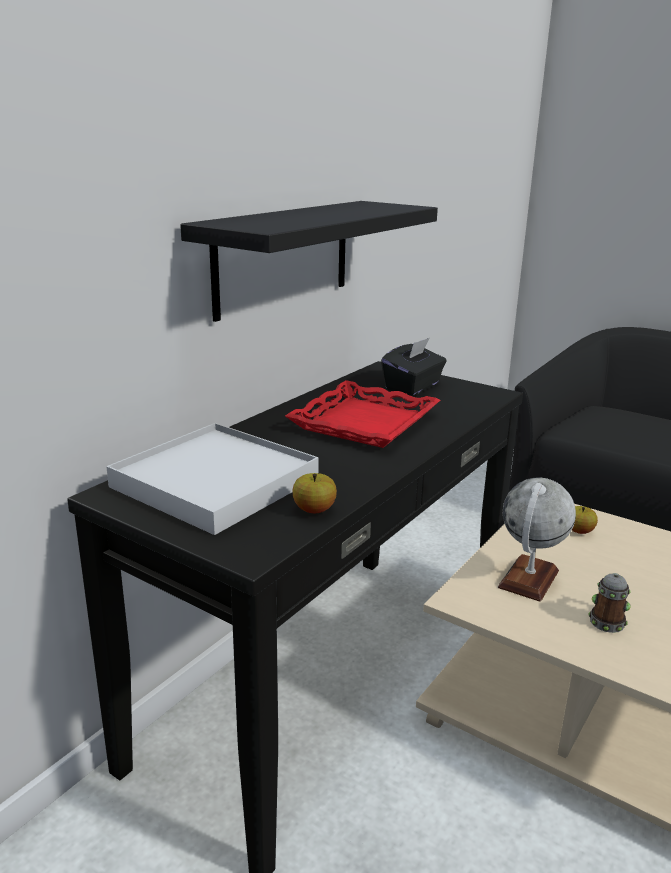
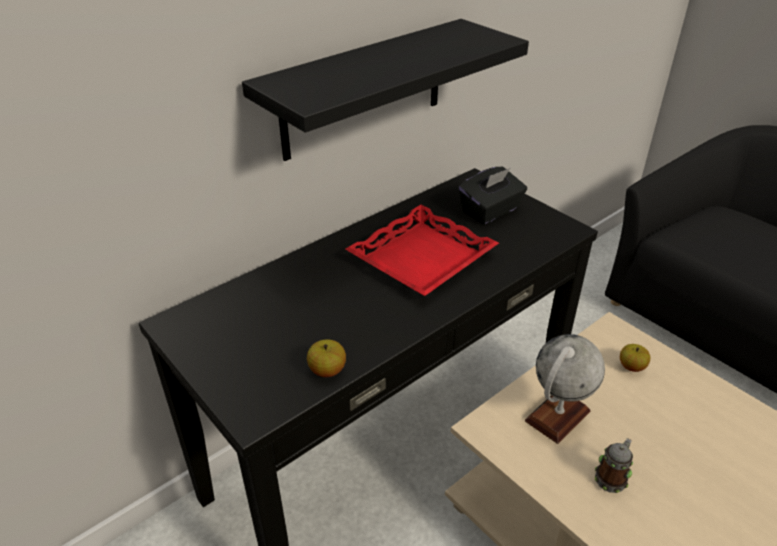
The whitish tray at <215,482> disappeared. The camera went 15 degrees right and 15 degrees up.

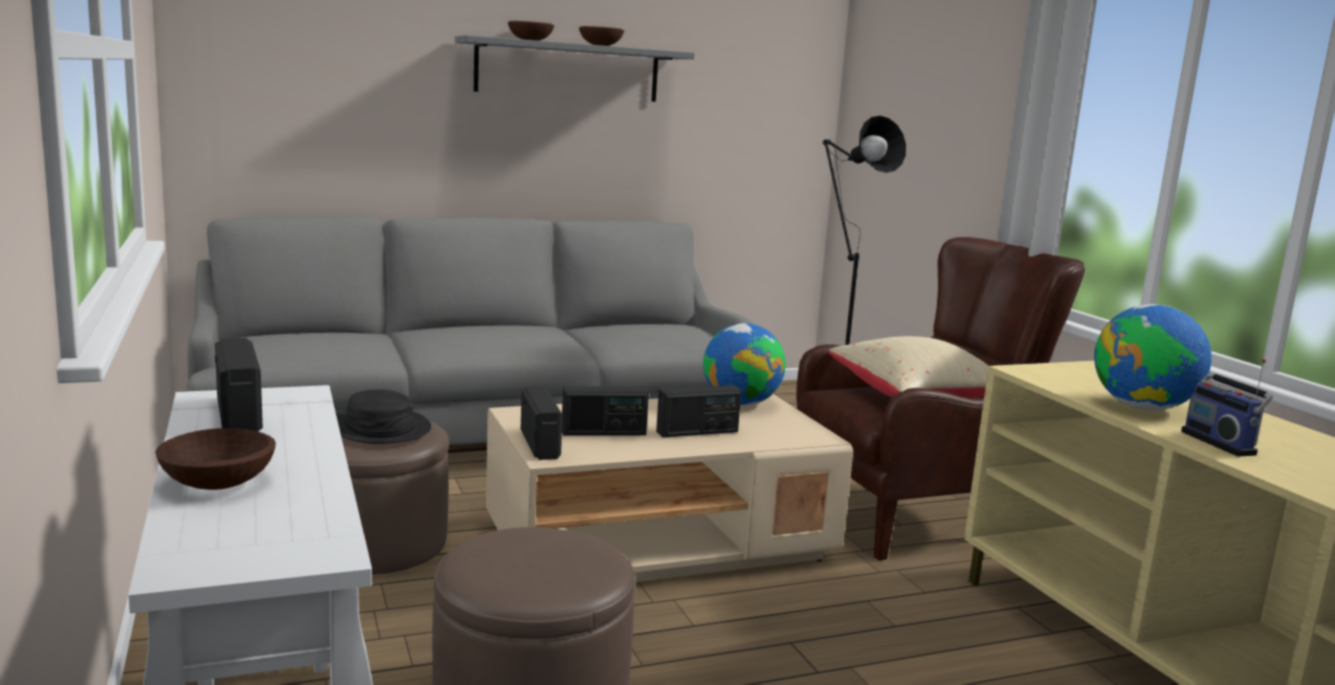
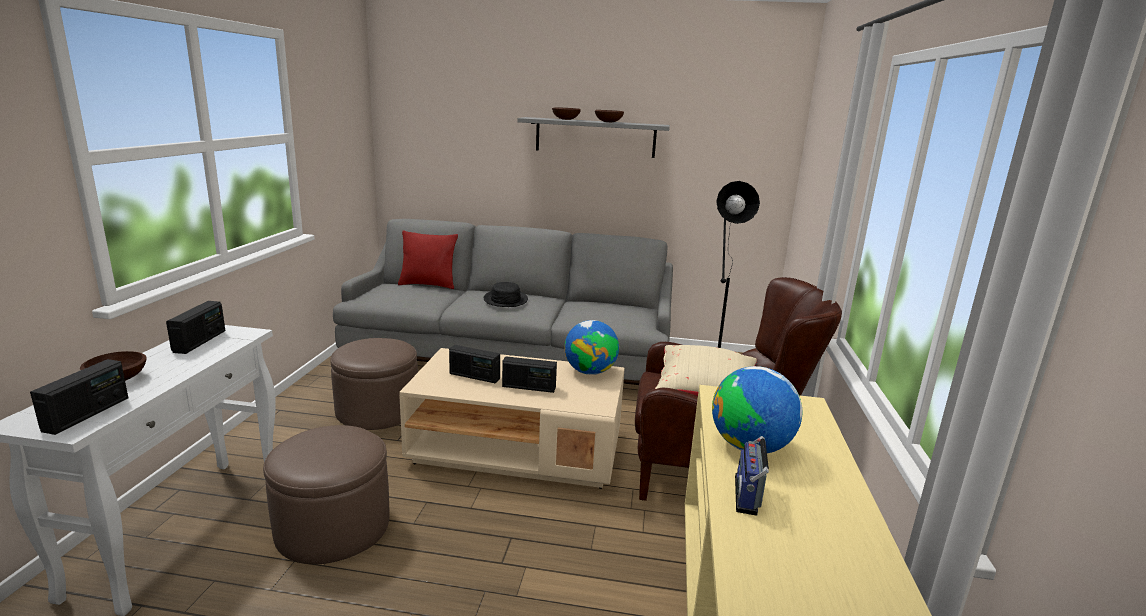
The blackish wearable hat moved from <379,428> to <505,300>. The radio receiver moved from <540,444> to <87,414>. The reddish pillow at <428,285> appeared. The camera went 30 degrees right and 5 degrees up.

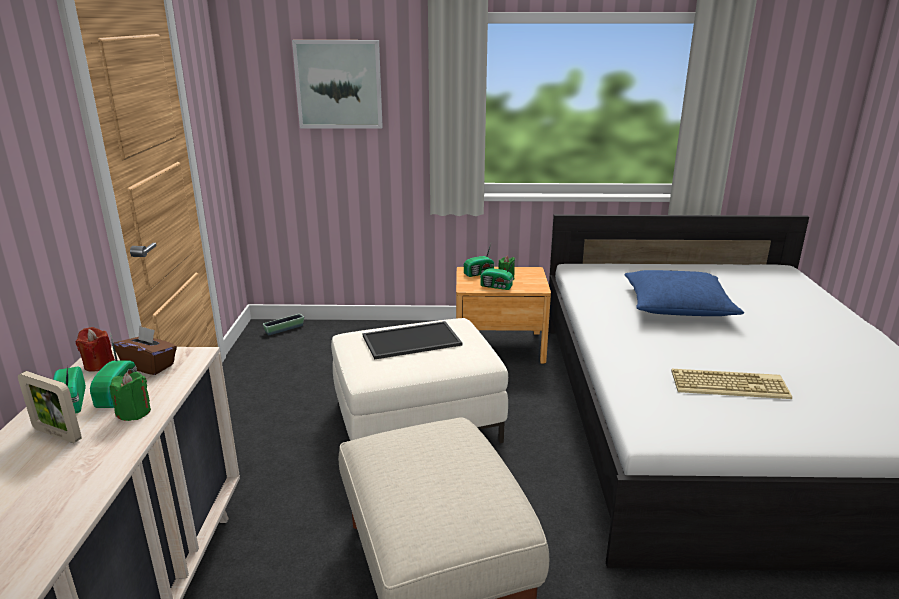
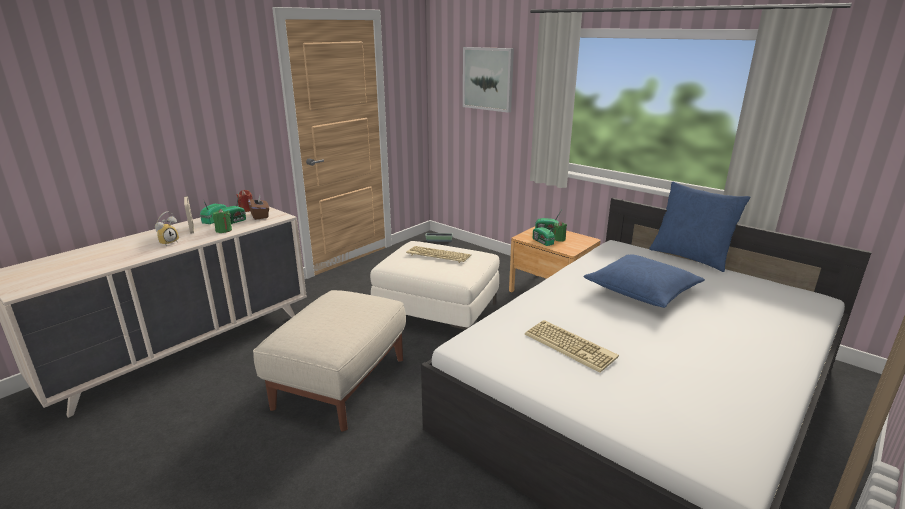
The tray at <411,341> was replaced by the PC keyboard at <437,255>. The alarm clock at <168,242> appeared. The bluish pillow at <690,257> appeared. The camera went 40 degrees right and 0 degrees up.

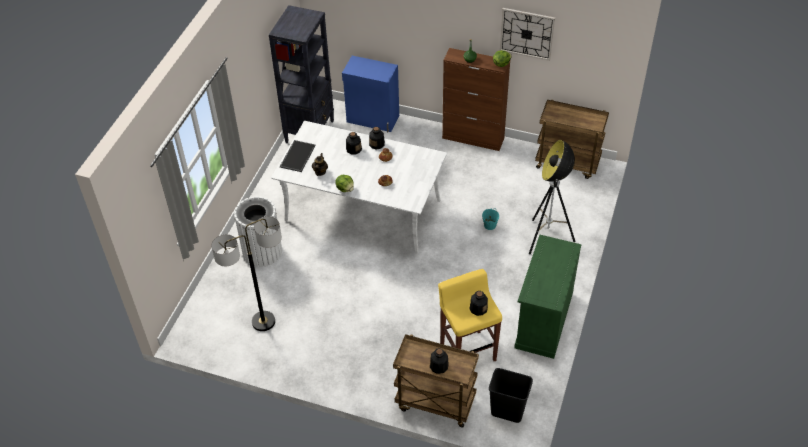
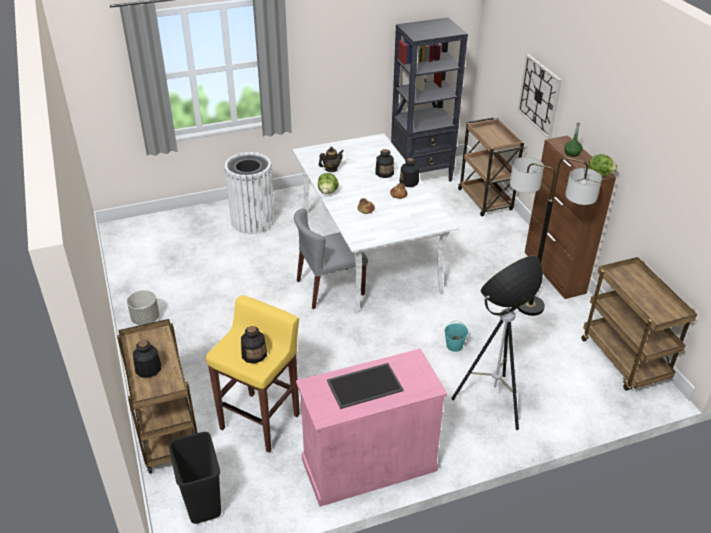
The floor lamp moved from <263,321> to <529,306>. The tray moved from <297,155> to <365,385>. The bluish cabinet at <373,119> was replaced by the brown wheeled cart at <485,200>. The wall clock moved from <527,33> to <539,96>. The greenish cabinet at <543,320> became the pink-coloured cabinet at <369,464>. The grey flower pot at <145,319> appeared. The grey upright chair at <329,288> appeared. The camera went 50 degrees right and 10 degrees down.

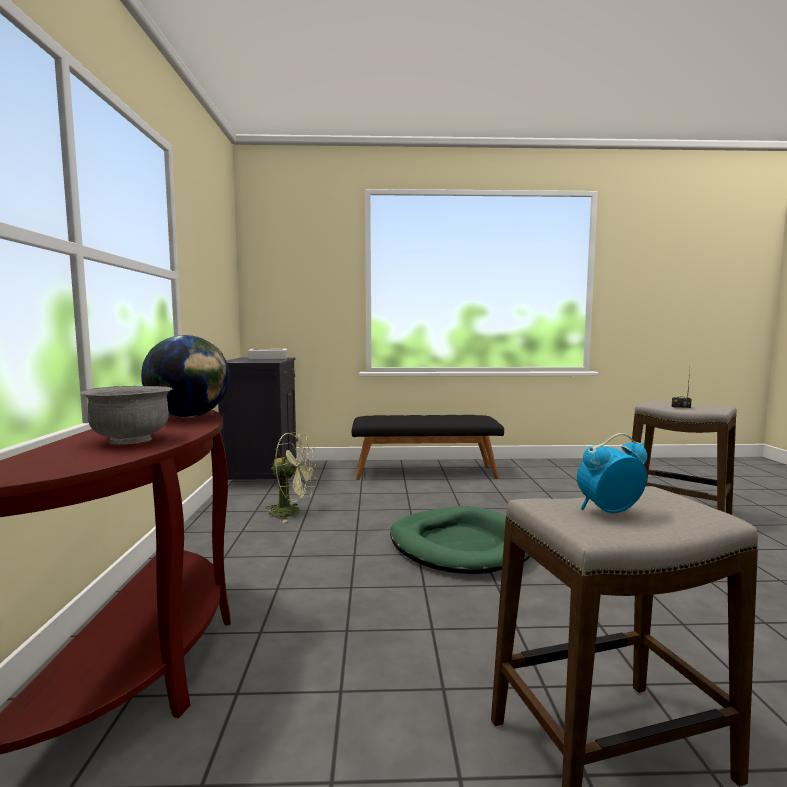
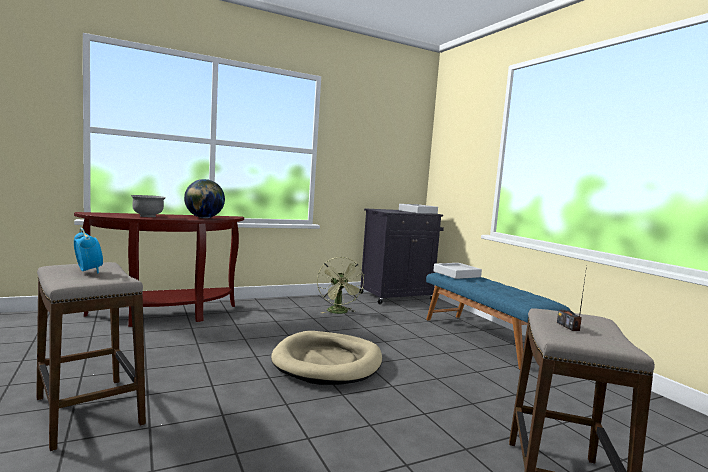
The blackish long seat at <425,472> became the bluish long seat at <485,338>. The greenish pet bed at <460,545> became the beige pet bed at <328,362>. The grey tray at <456,274> appeared. The camera went 65 degrees right and 0 degrees up.

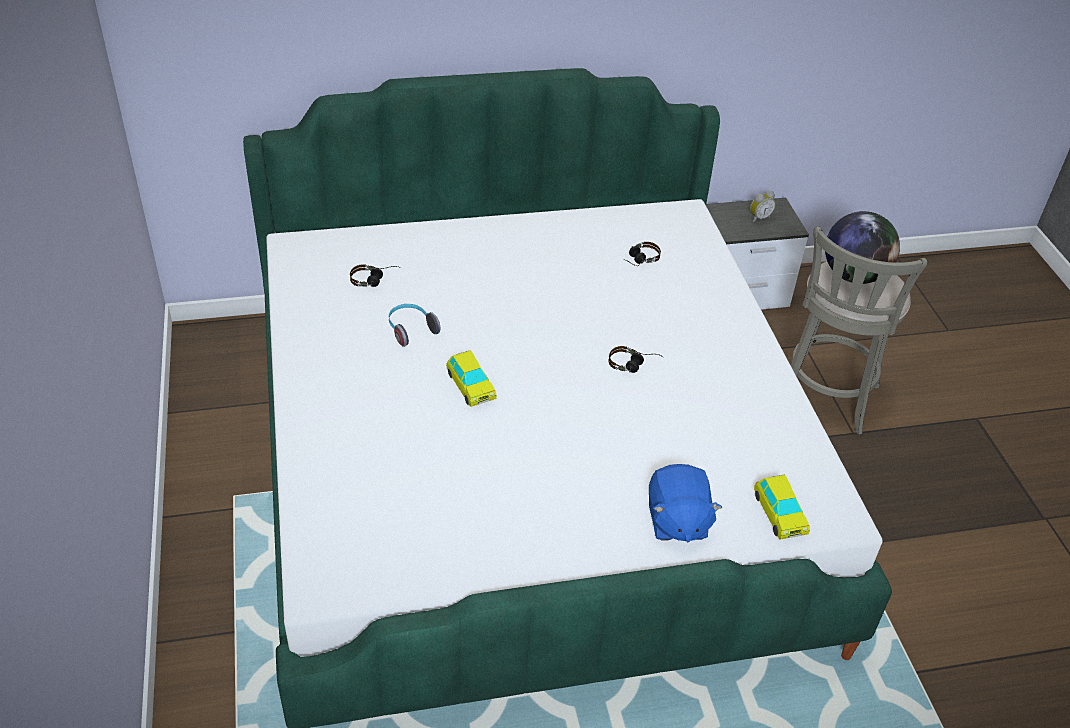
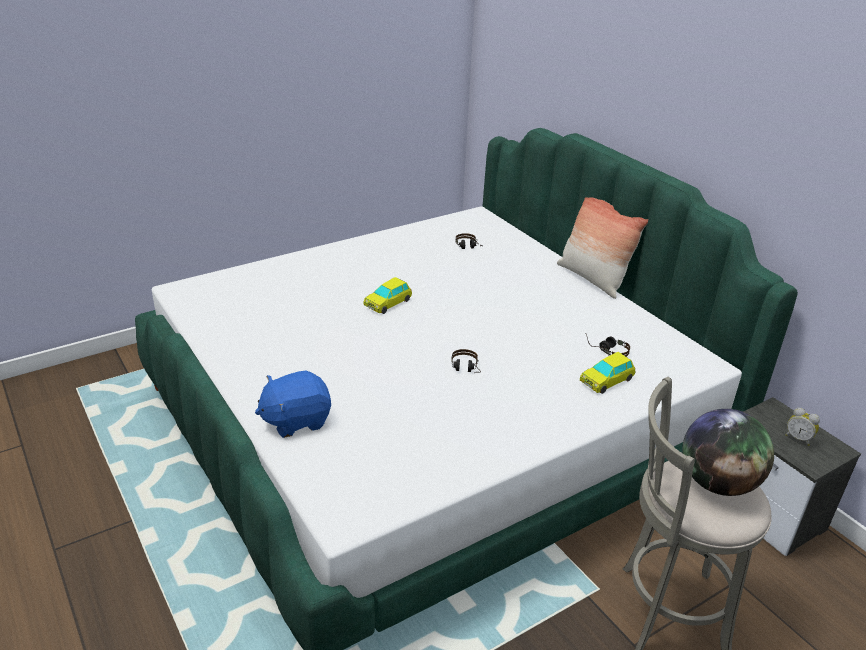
The headphones at <410,330> disappeared. The miniature car moved from <779,514> to <606,381>. The pillow at <592,279> appeared. The camera went 70 degrees right and 10 degrees down.

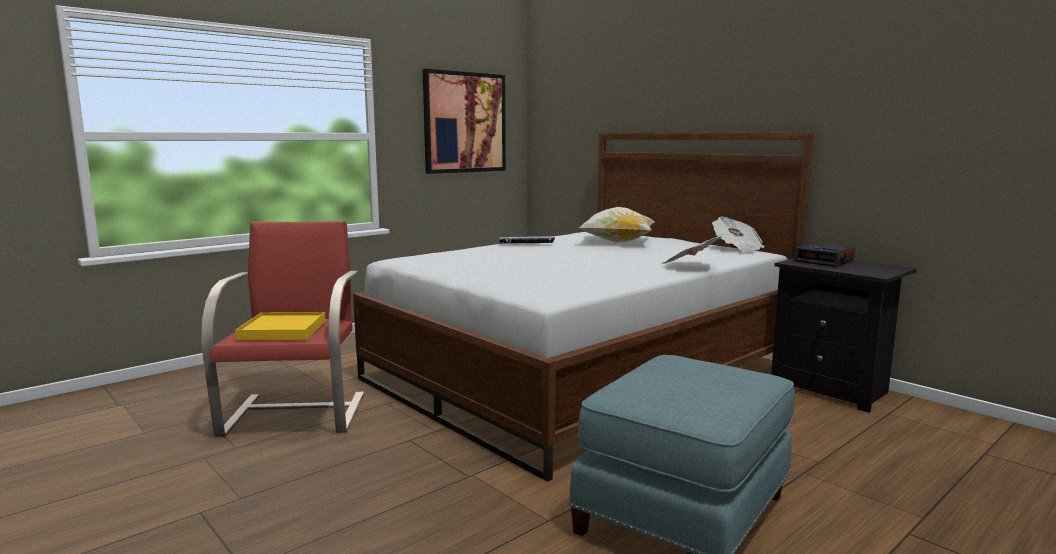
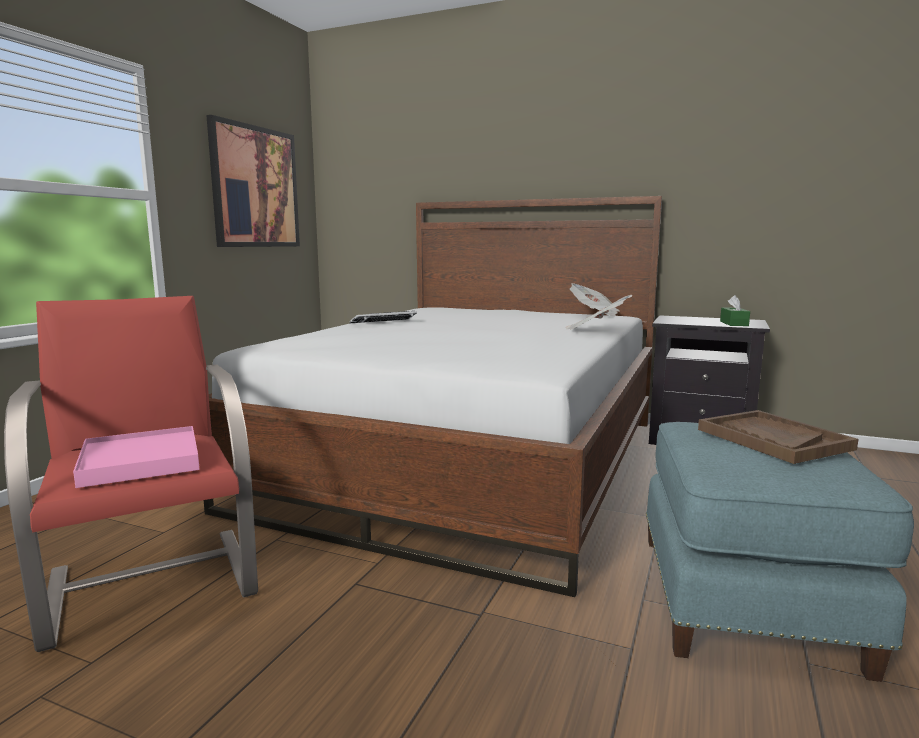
The yellow tray at <282,330> became the pink-coloured tray at <140,461>. The pillow at <617,242> disappeared. The alarm clock at <824,261> disappeared. The brown tray at <772,439> appeared. The greenish tissue box at <734,323> appeared. The camera went 25 degrees left and 0 degrees up.

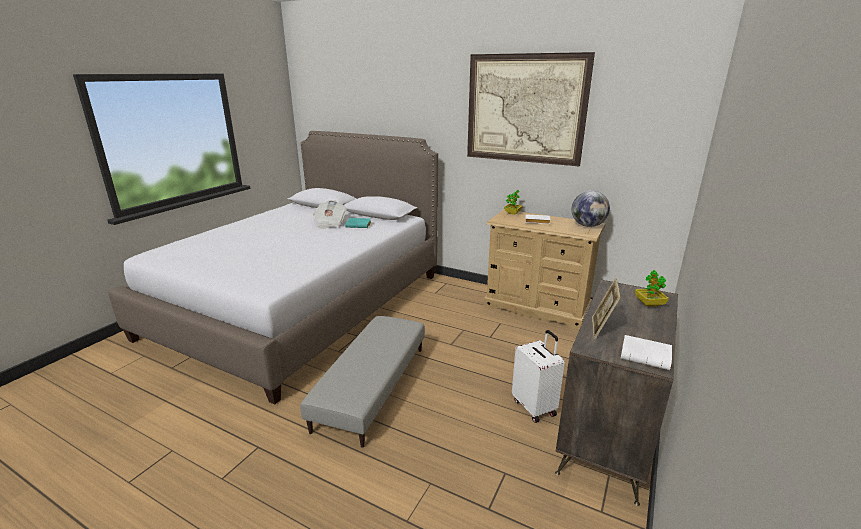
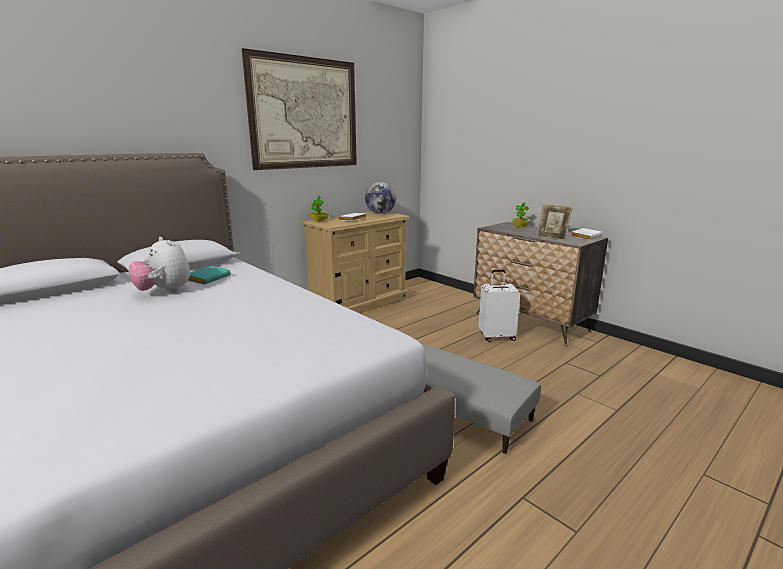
The daily paper at <329,223> was replaced by the plush toy at <164,291>. The camera went 70 degrees left and 5 degrees down.

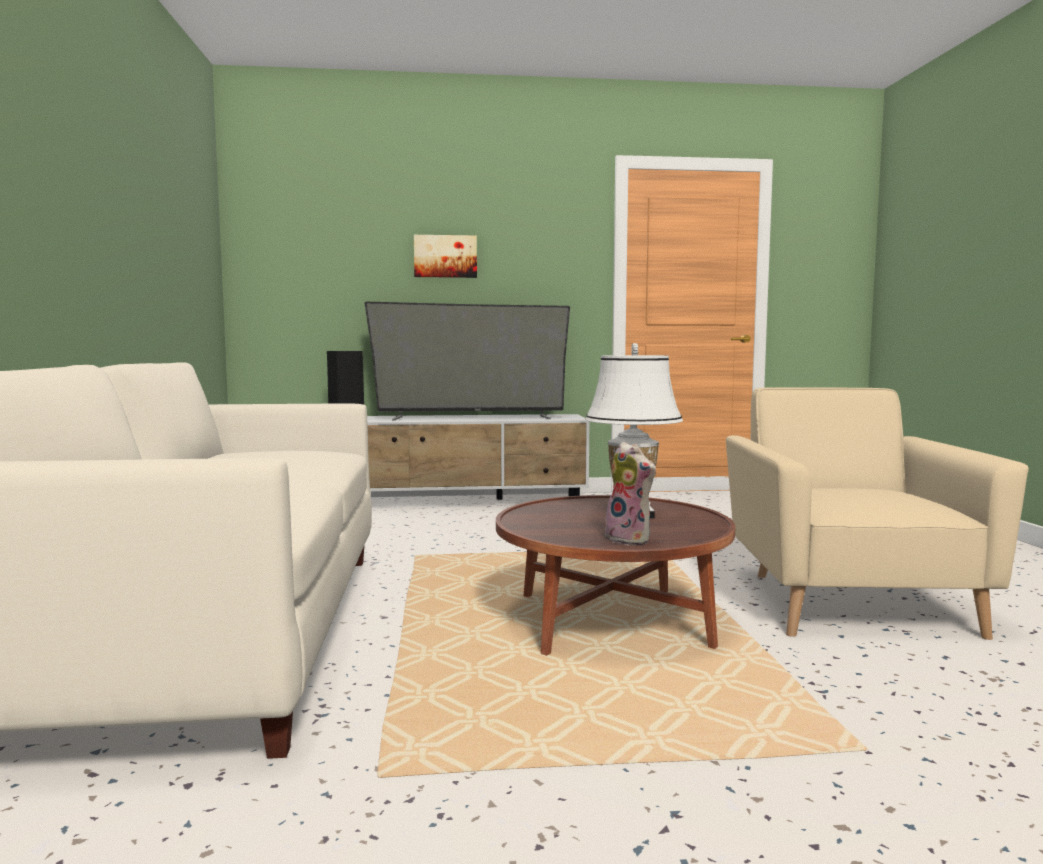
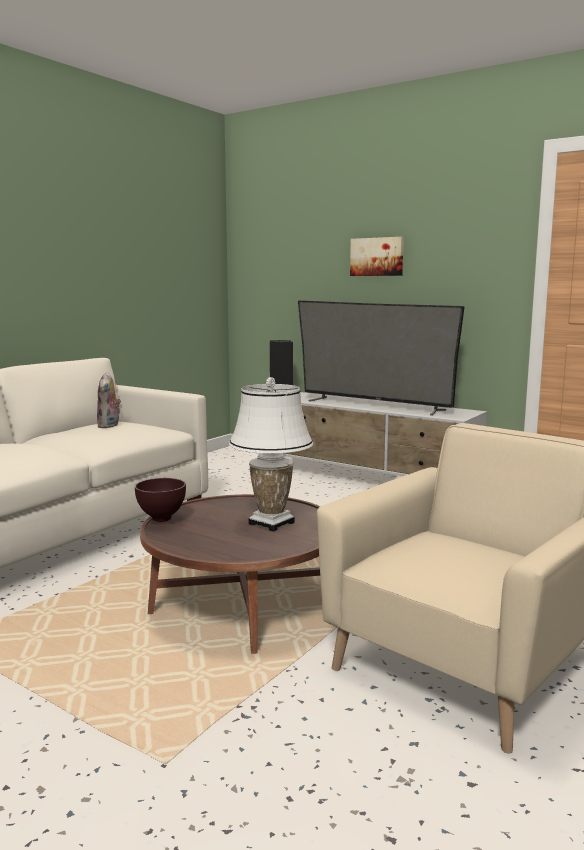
The plush toy moved from <631,539> to <109,426>. The brown serving bowl at <161,519> appeared. The camera went 40 degrees right and 5 degrees up.

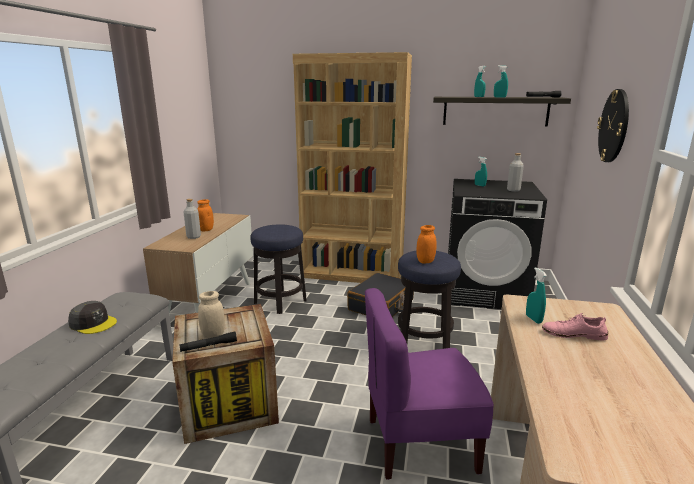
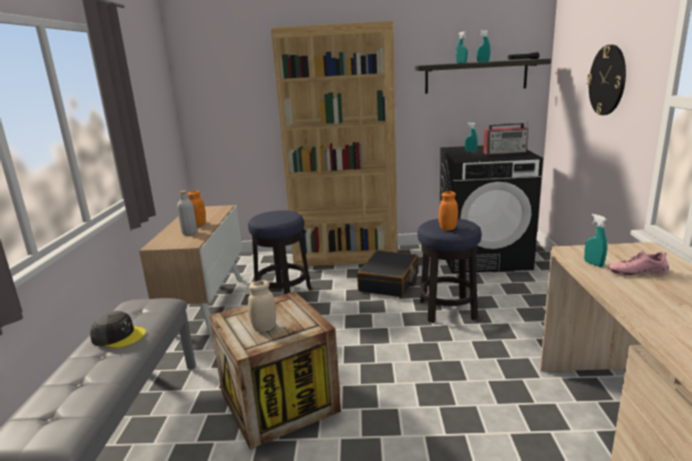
The blackish torch at <209,346> disappeared. The purple upright chair at <420,444> disappeared. The grey bottle at <513,190> was replaced by the radio receiver at <505,152>. The camera went 10 degrees left and 0 degrees up.

